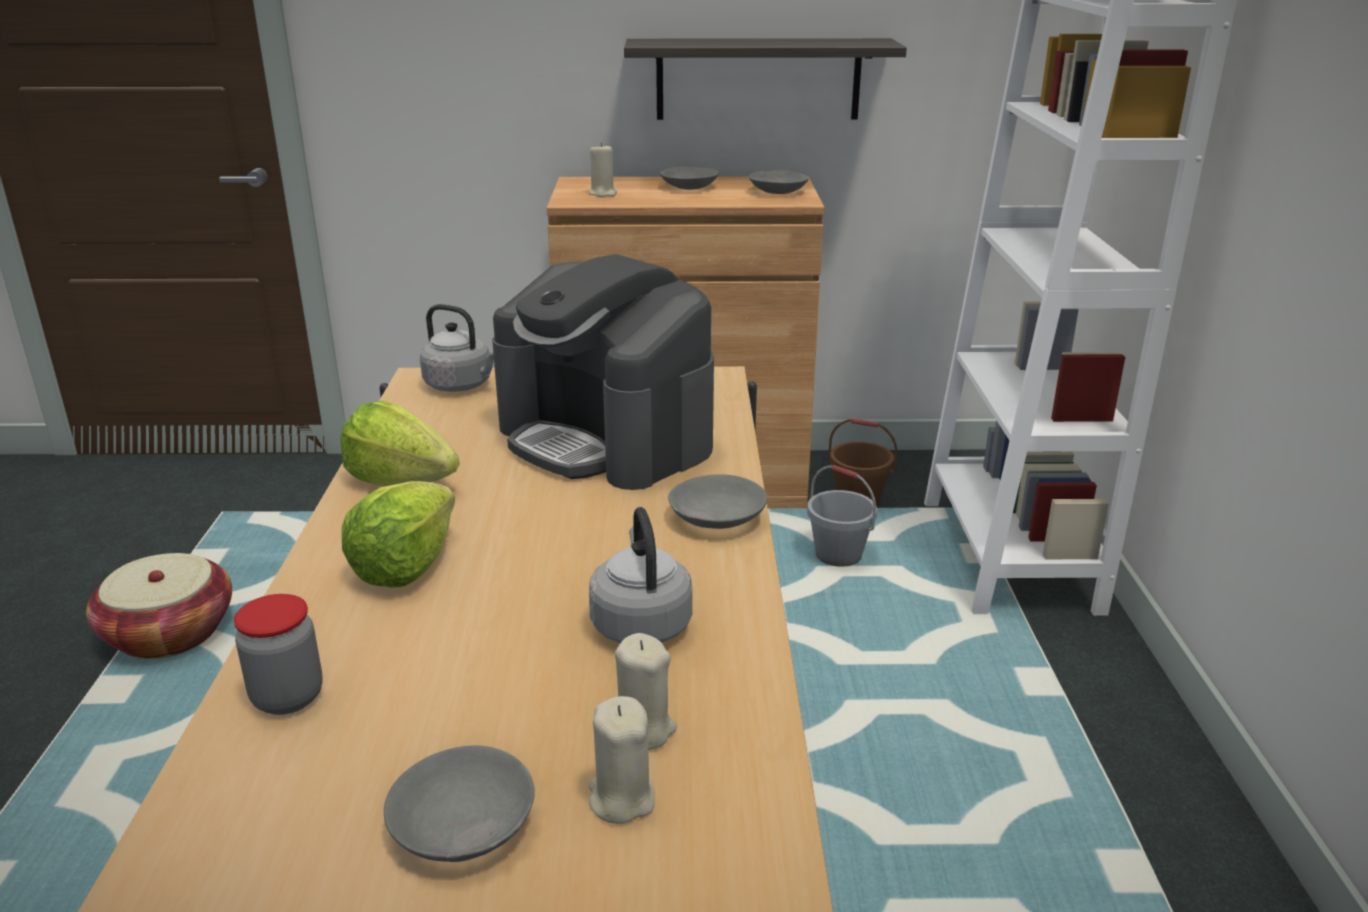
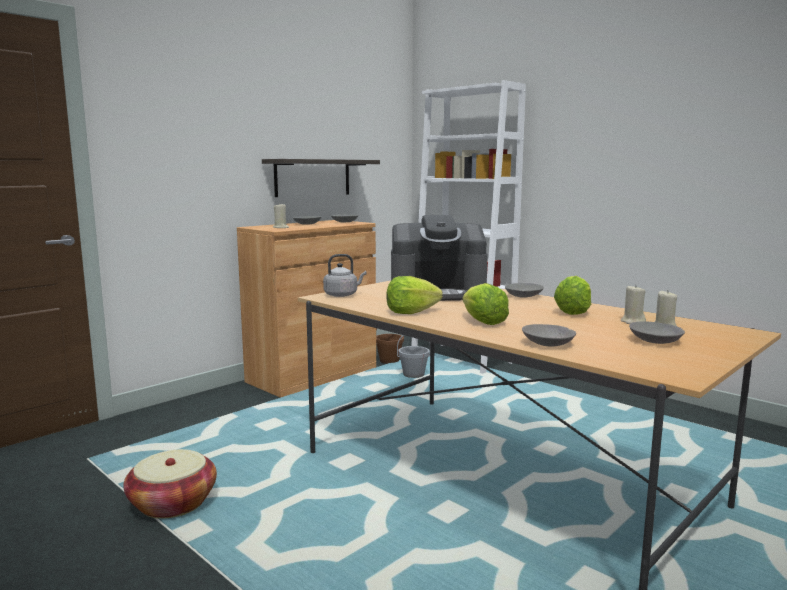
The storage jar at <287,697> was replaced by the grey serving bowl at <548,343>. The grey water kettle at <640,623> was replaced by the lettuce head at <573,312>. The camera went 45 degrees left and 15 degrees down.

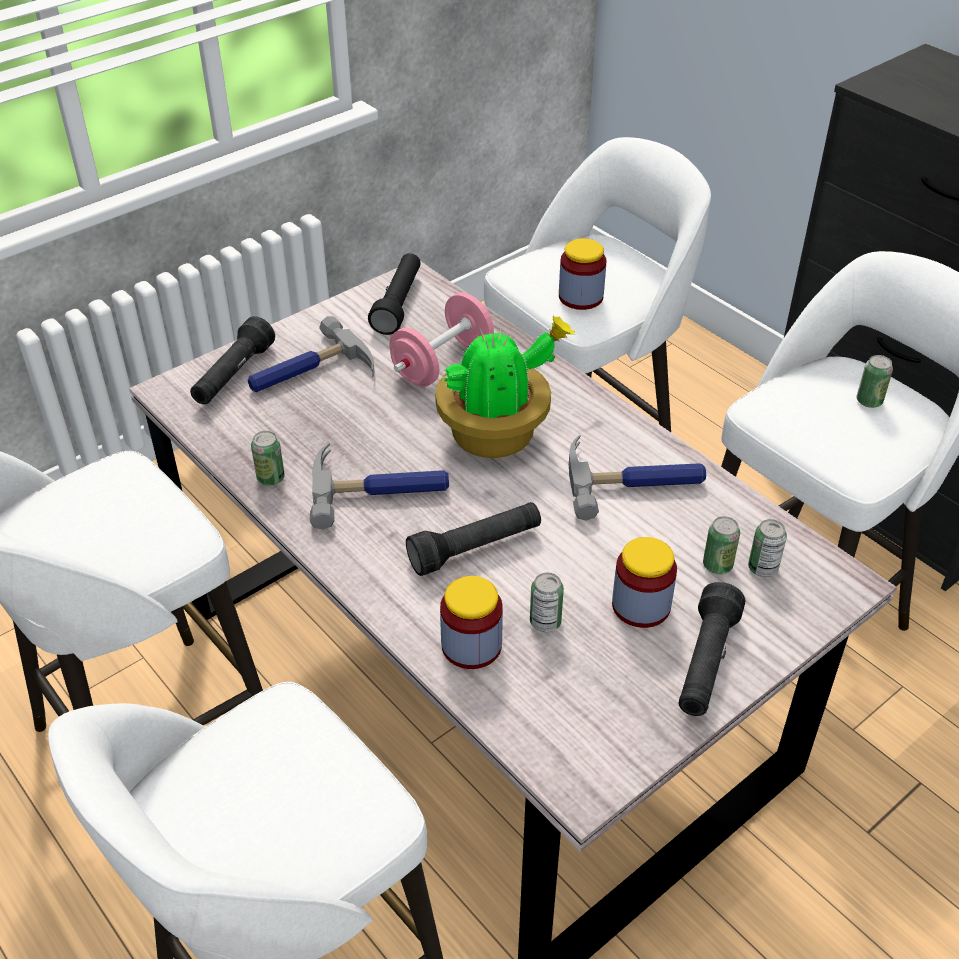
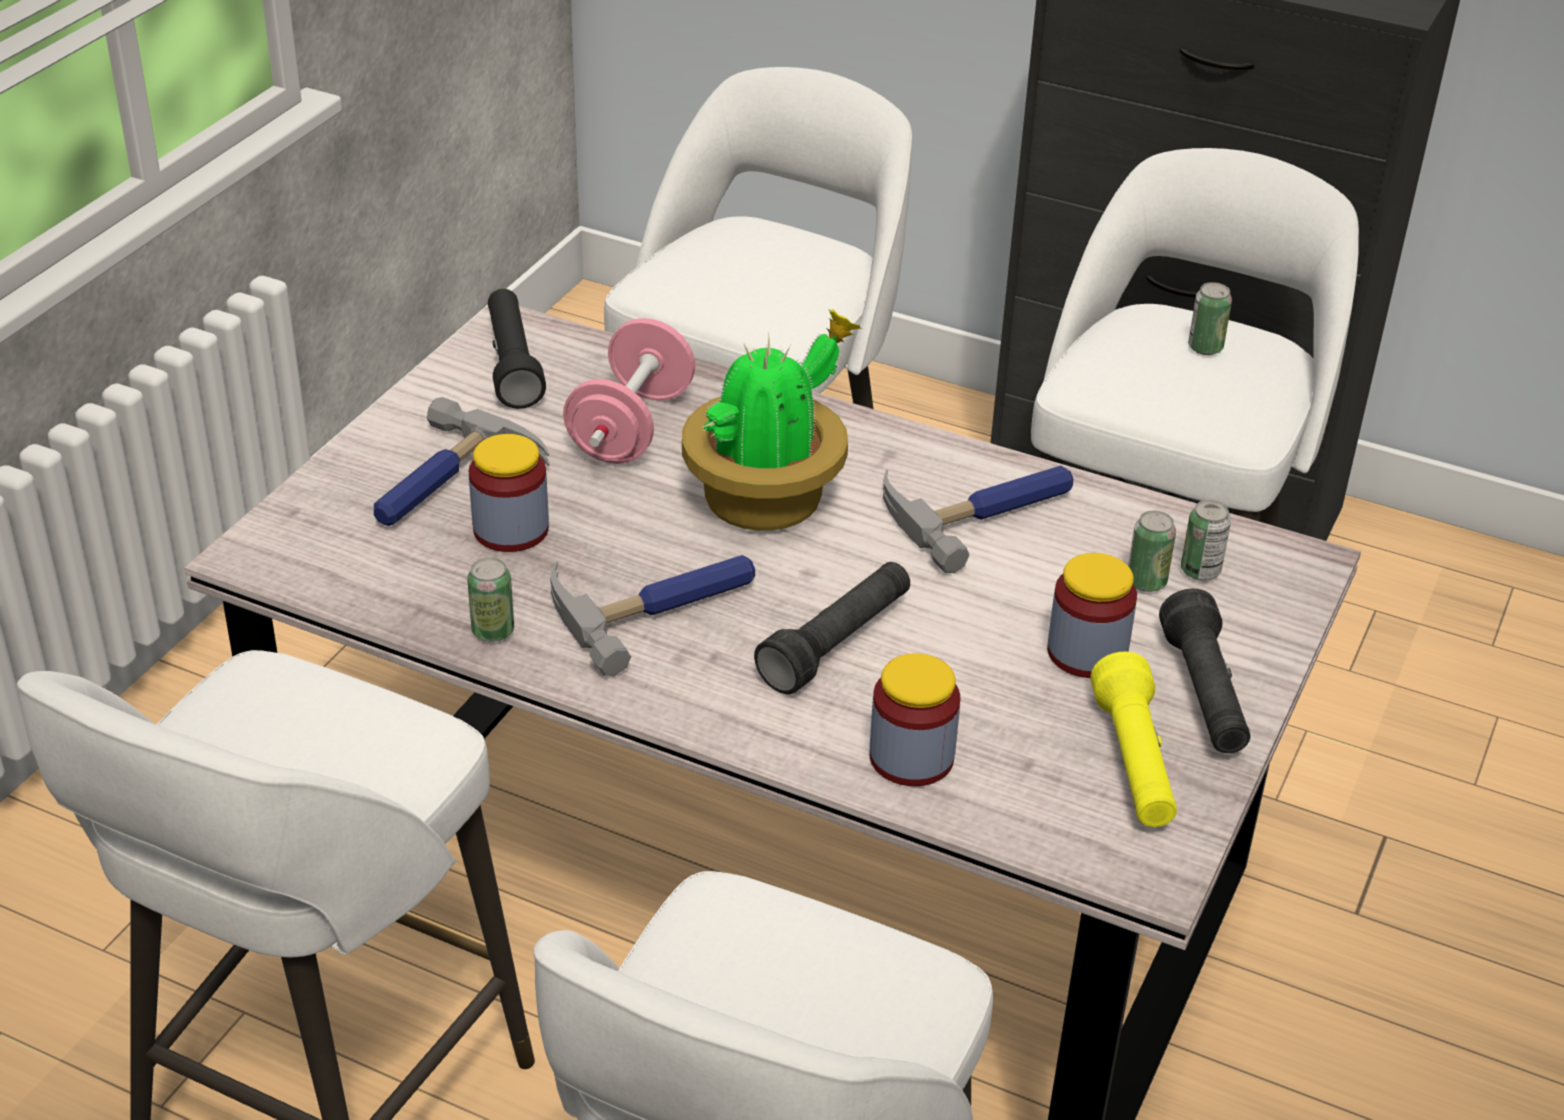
The blackish torch at <233,376> disappeared. The sealed can at <545,622> disappeared. The storage jar moved from <580,297> to <511,530>. The yellow torch at <1134,763> appeared. The camera went 25 degrees left and 5 degrees down.

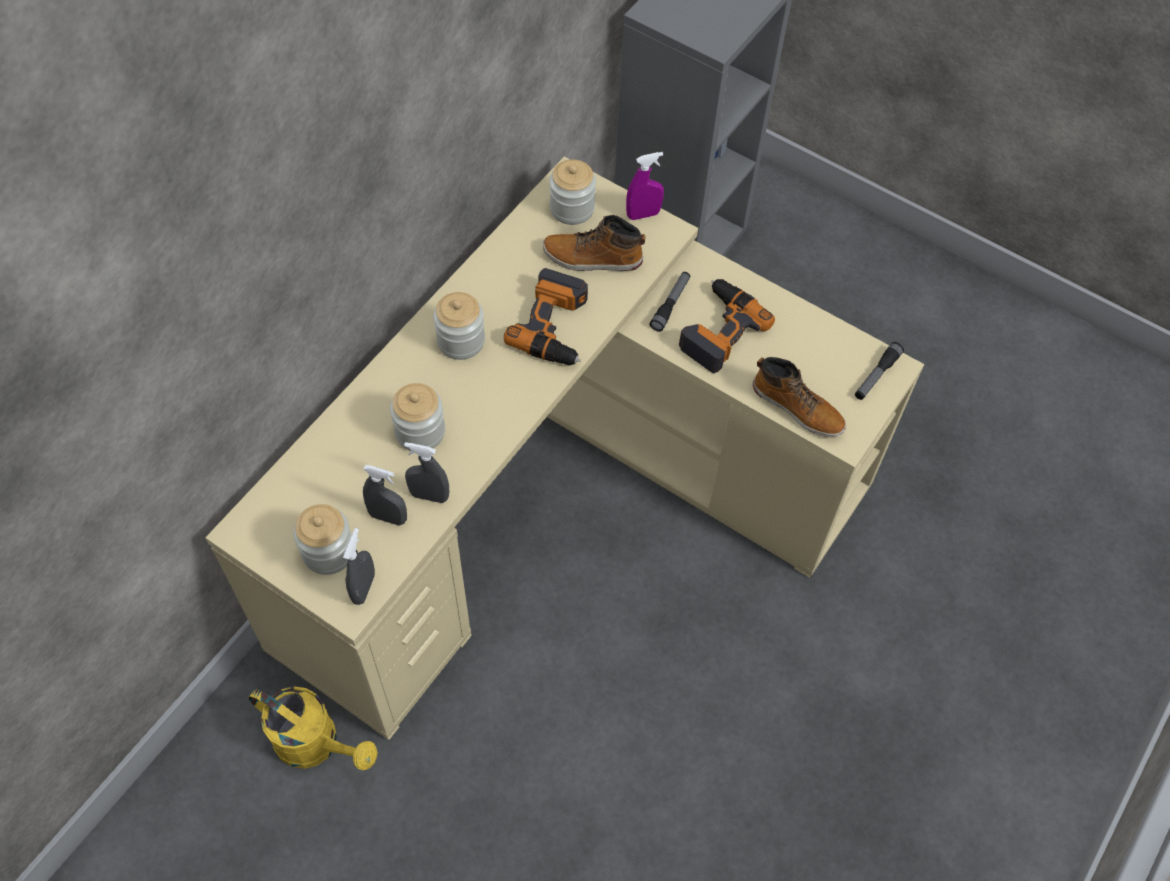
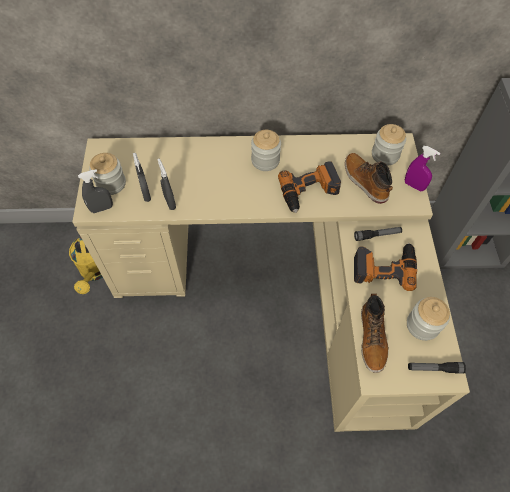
The storage jar moved from <420,431> to <422,325>. The camera went 55 degrees right and 0 degrees up.

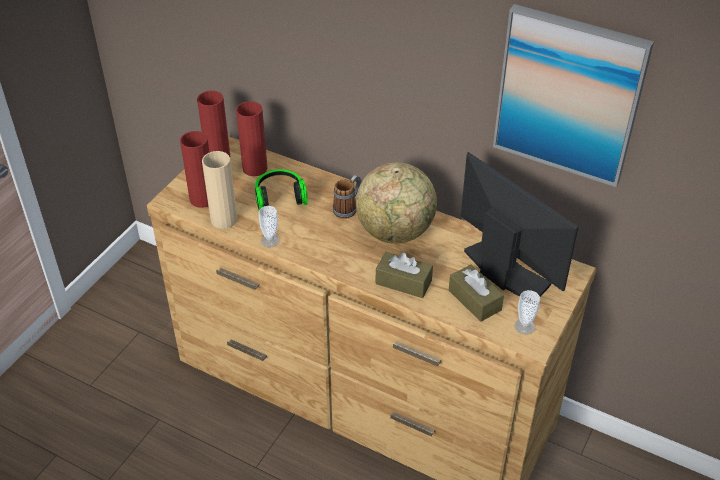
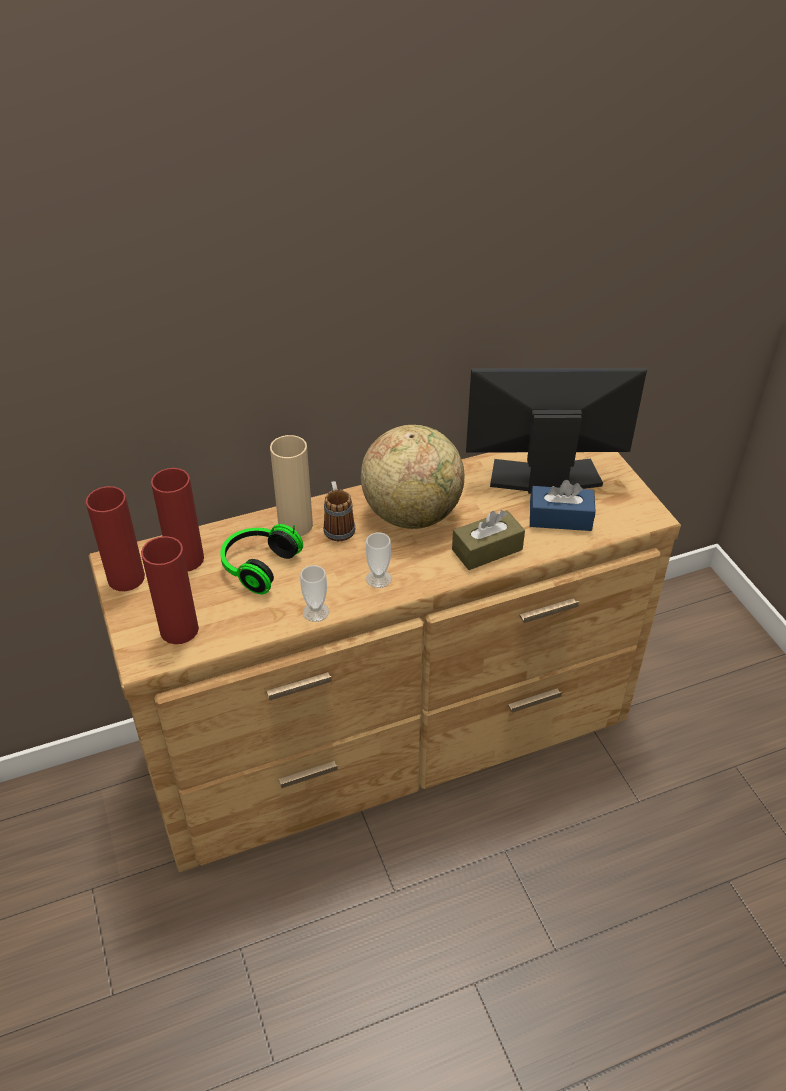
The beige flower vase moved from <224,219> to <295,525>. The brown tissue box at <474,300> became the bluish tissue box at <560,518>. The wall picture at <568,95> disappeared. The drinking cup moved from <524,326> to <378,578>. The camera went 50 degrees left and 0 degrees up.

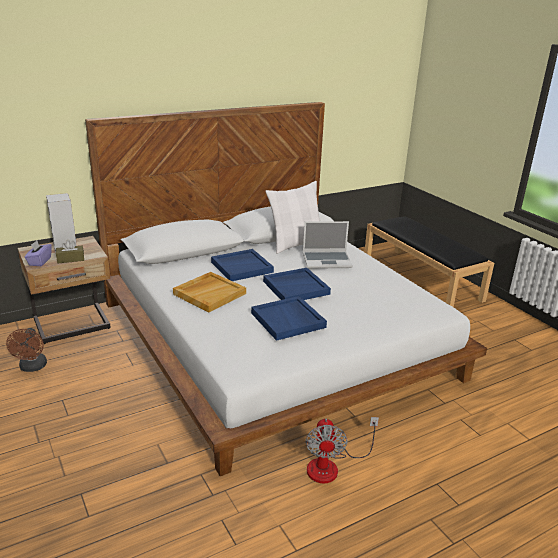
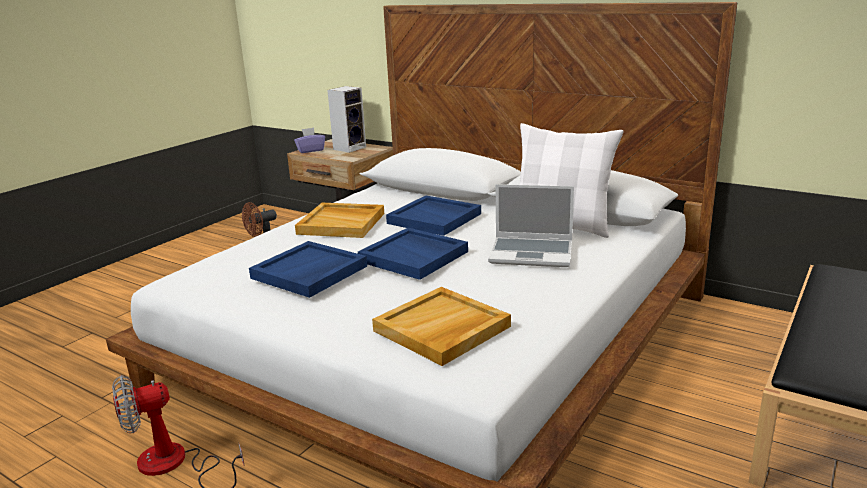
The brown tissue box at <70,259> disappeared. The portable computer at <327,260> turned 45 degrees counterclockwise. The beige tray at <441,329> appeared. The camera went 65 degrees right and 5 degrees down.

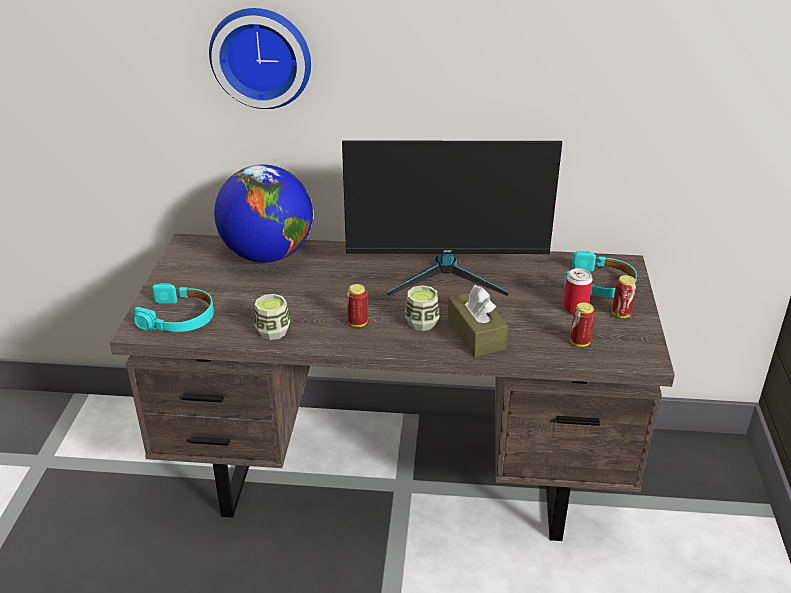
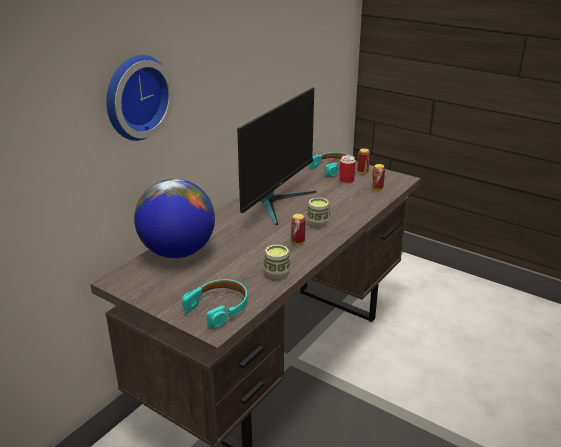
The brown tissue box at <476,334> disappeared. The camera went 60 degrees left and 5 degrees down.

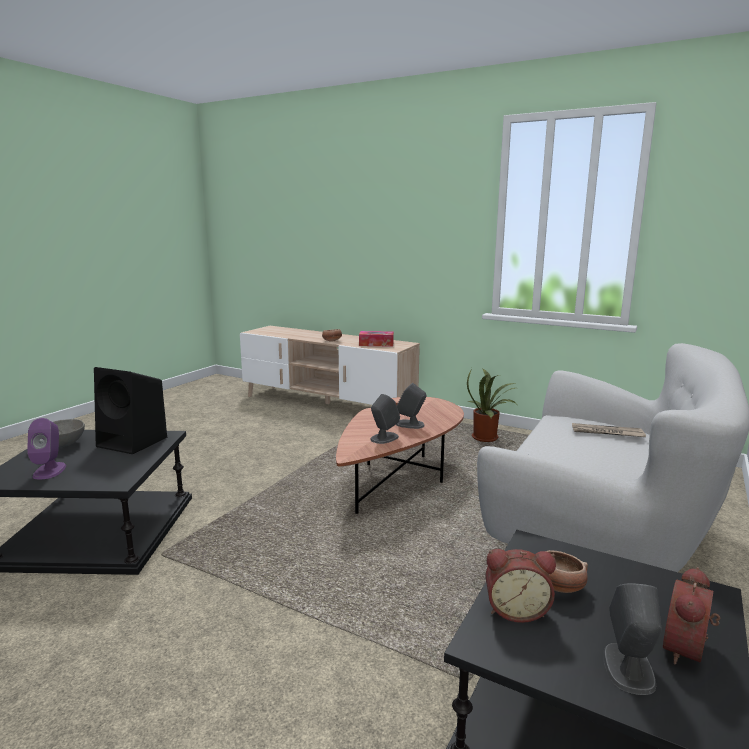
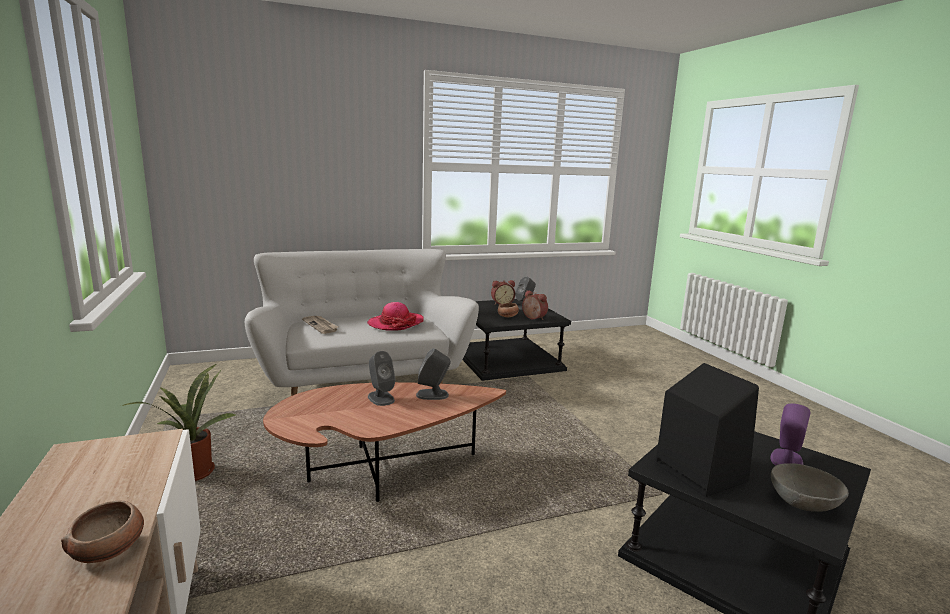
The tissue box at <376,344> disappeared. The wearable hat at <396,323> appeared. The camera went 140 degrees left and 0 degrees up.

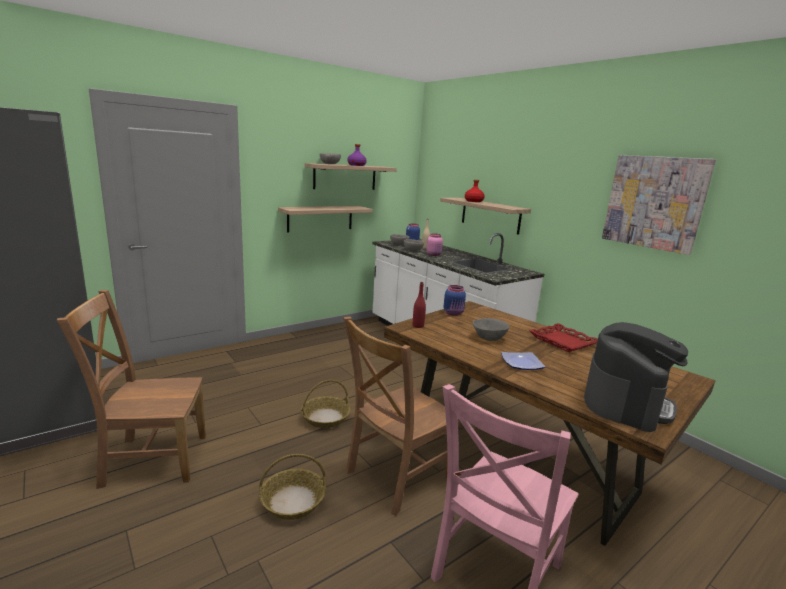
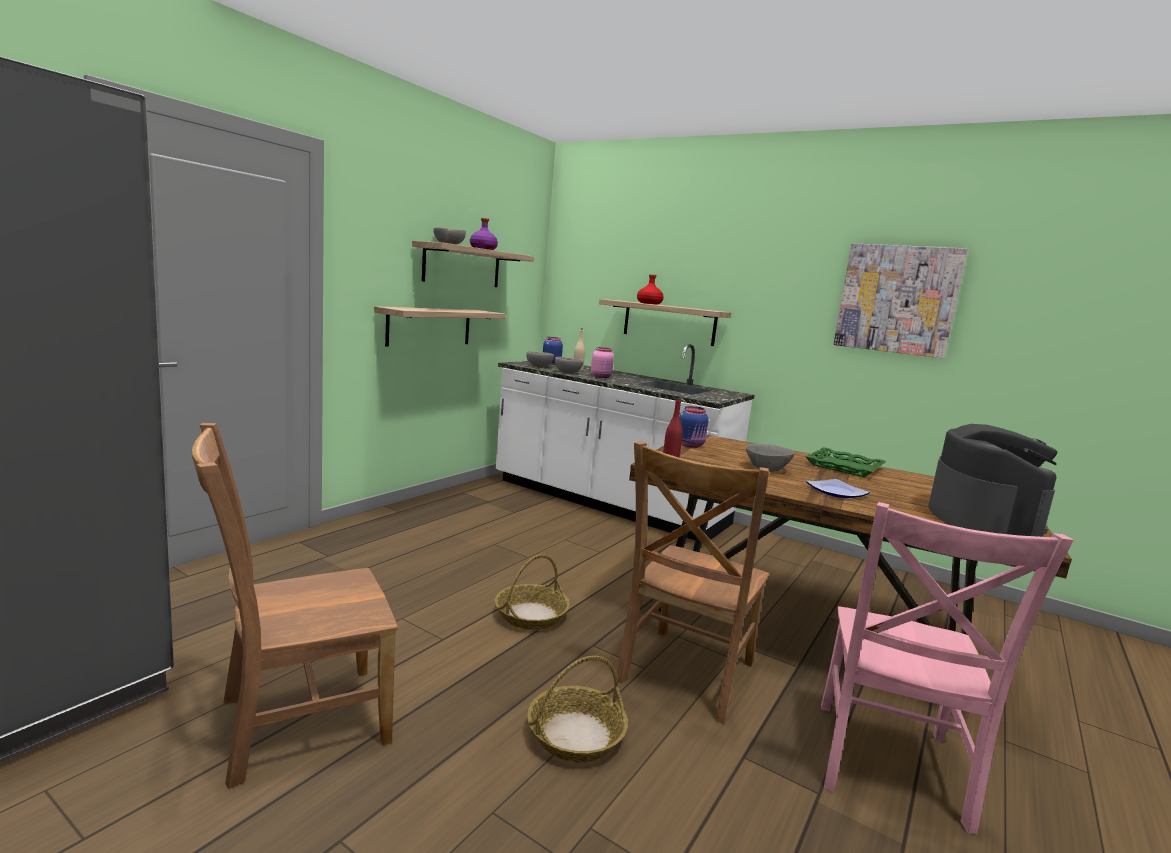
The reddish tray at <562,341> became the greenish tray at <844,467>. The camera went 20 degrees left and 5 degrees down.

